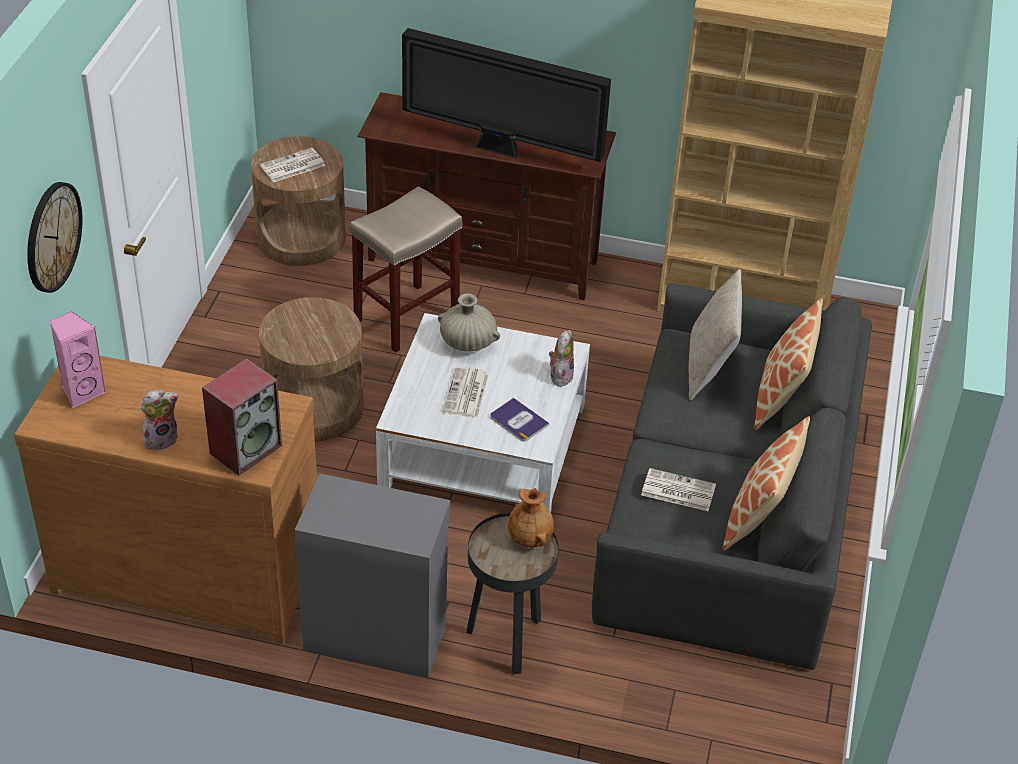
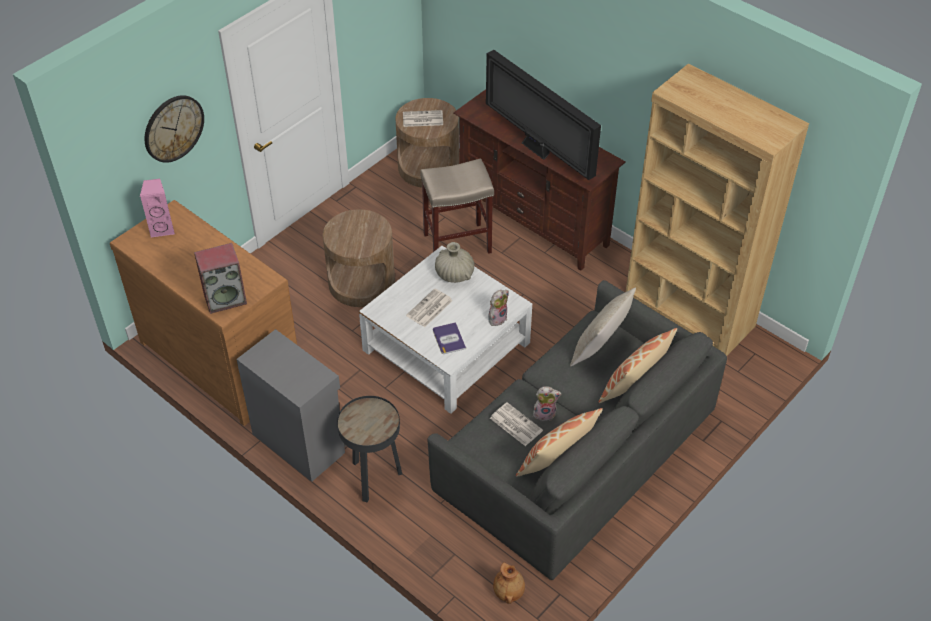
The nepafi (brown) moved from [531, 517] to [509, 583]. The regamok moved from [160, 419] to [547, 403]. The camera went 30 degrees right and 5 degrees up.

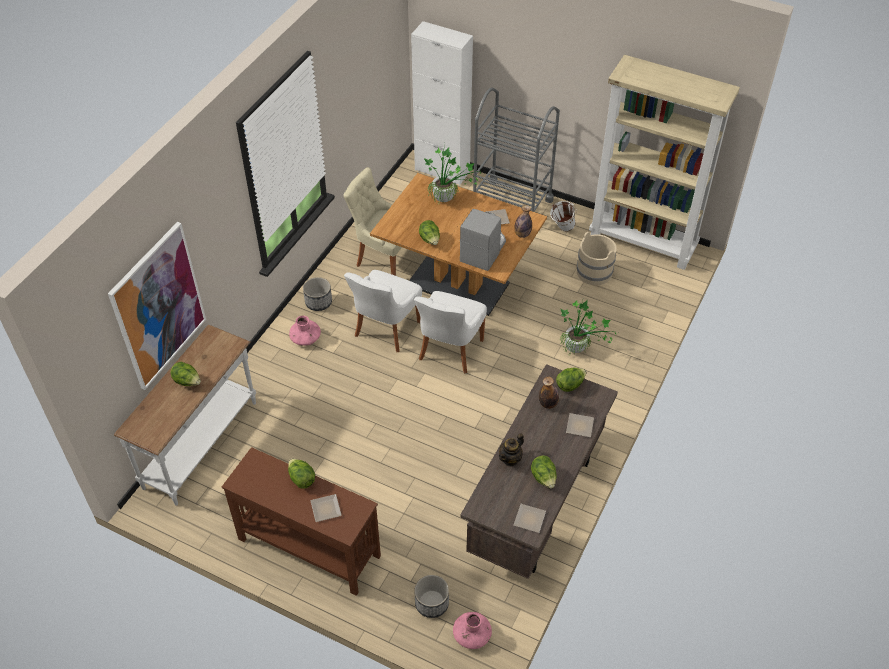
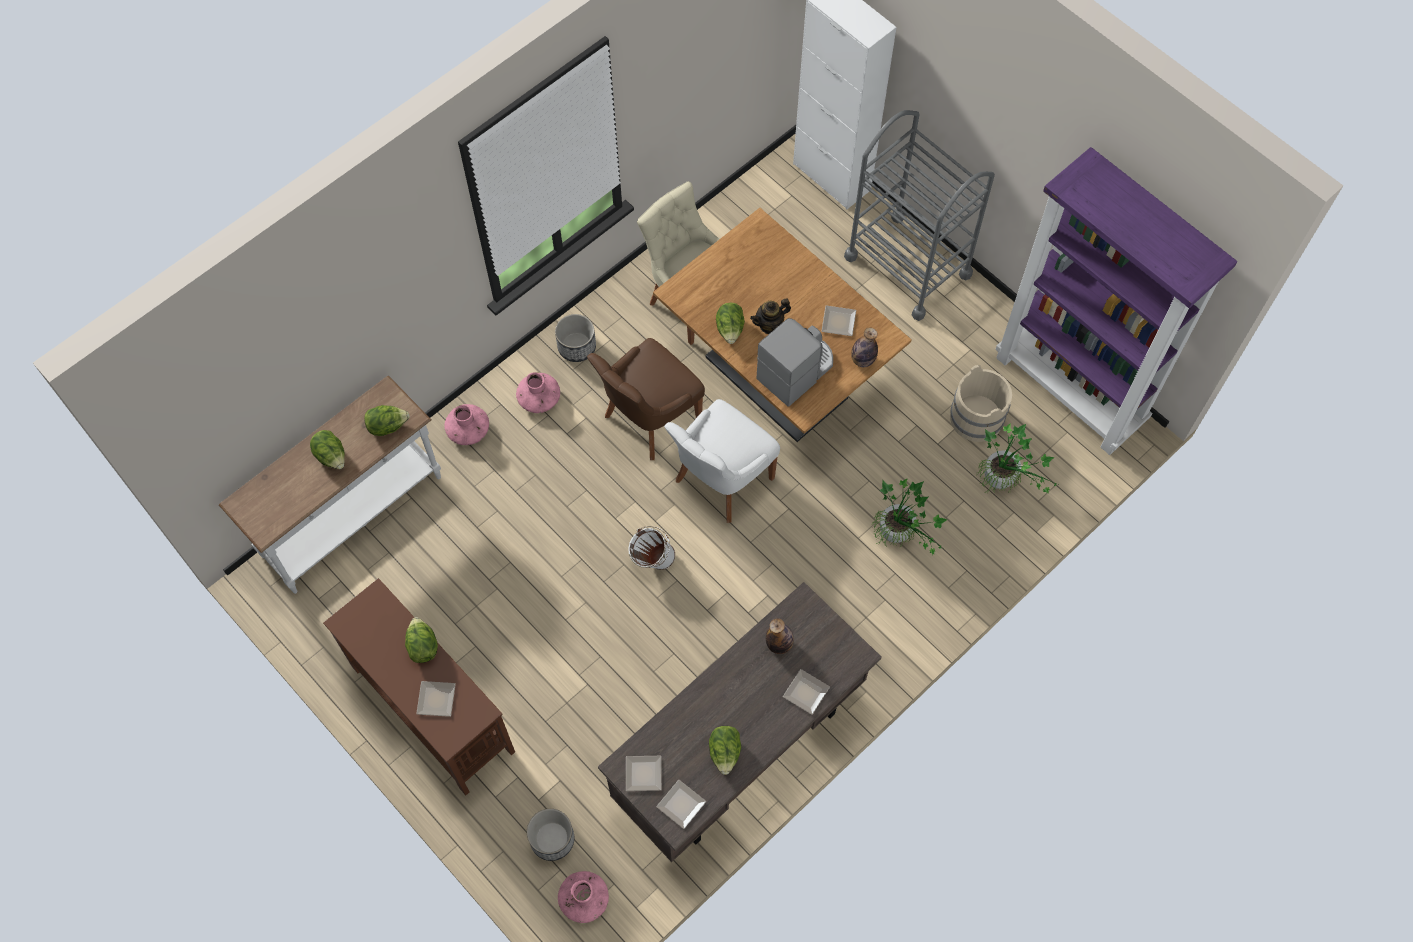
The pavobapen moved from [571, 380] to [387, 420]. The nepafi (pink) at [466, 424] appeared. The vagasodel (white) at [383, 311] became the vagasodel (brown) at [646, 399]. The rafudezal at [644, 773] appeared. The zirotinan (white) moved from [563, 216] to [652, 548]. The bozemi moved from [511, 450] to [770, 316]. The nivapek moved from [452, 174] to [1017, 458]. The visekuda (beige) at [664, 162] became the visekuda (purple) at [1116, 301]. The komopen at [157, 306] disappeared. The camera went 20 degrees right and 15 degrees up.

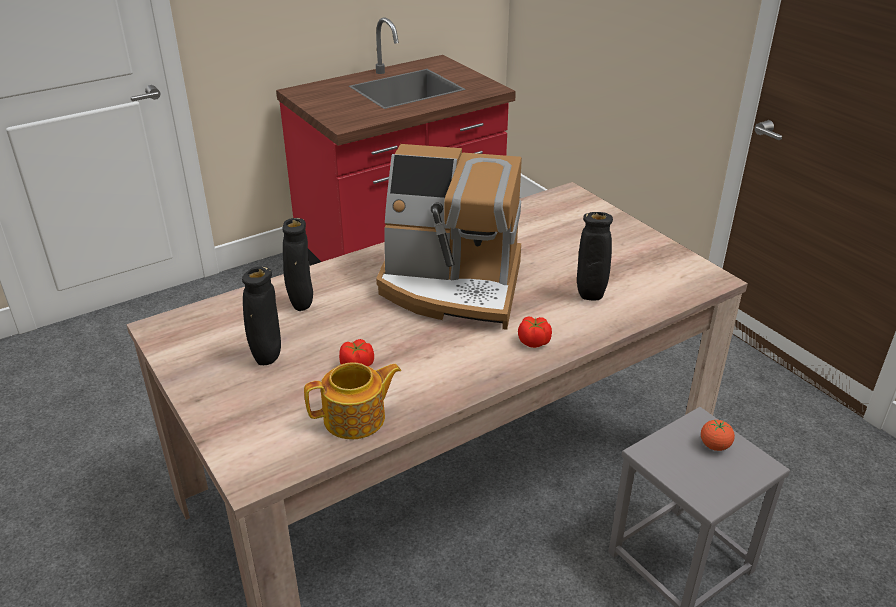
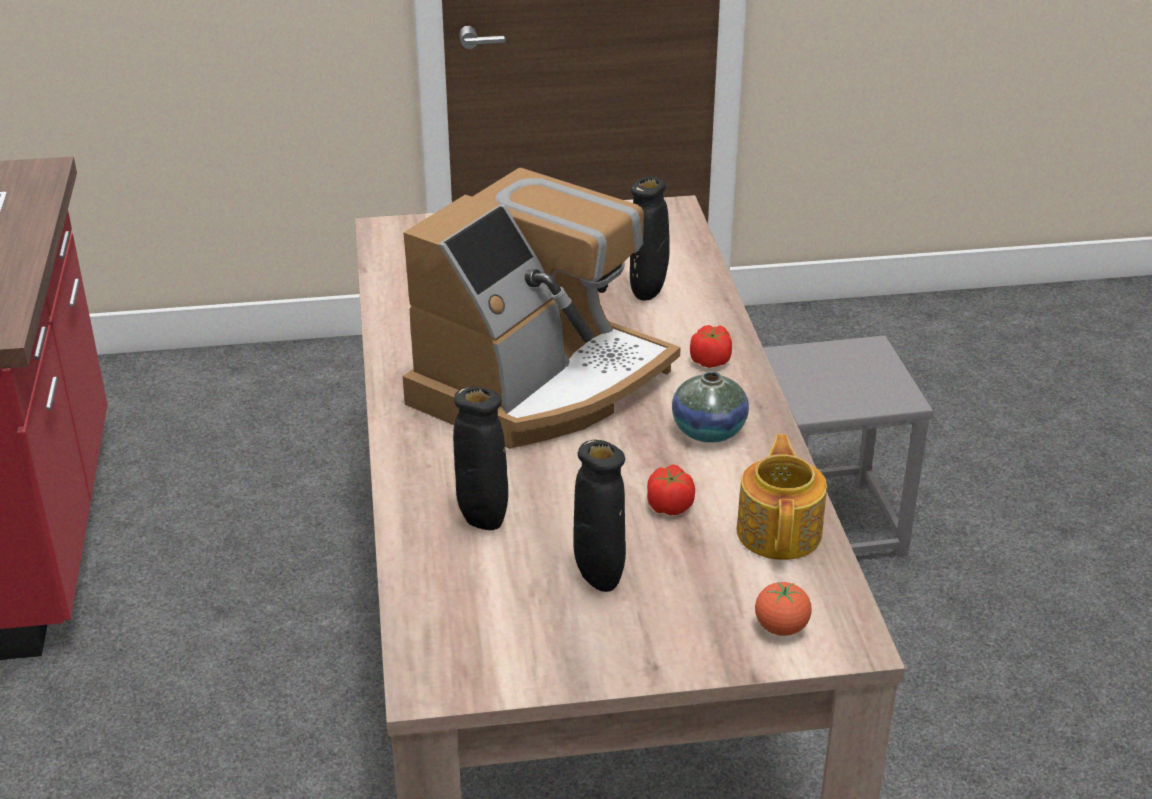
The nepafi at [710, 407] appeared. The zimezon moved from [718, 435] to [783, 609]. The camera went 65 degrees left and 0 degrees up.

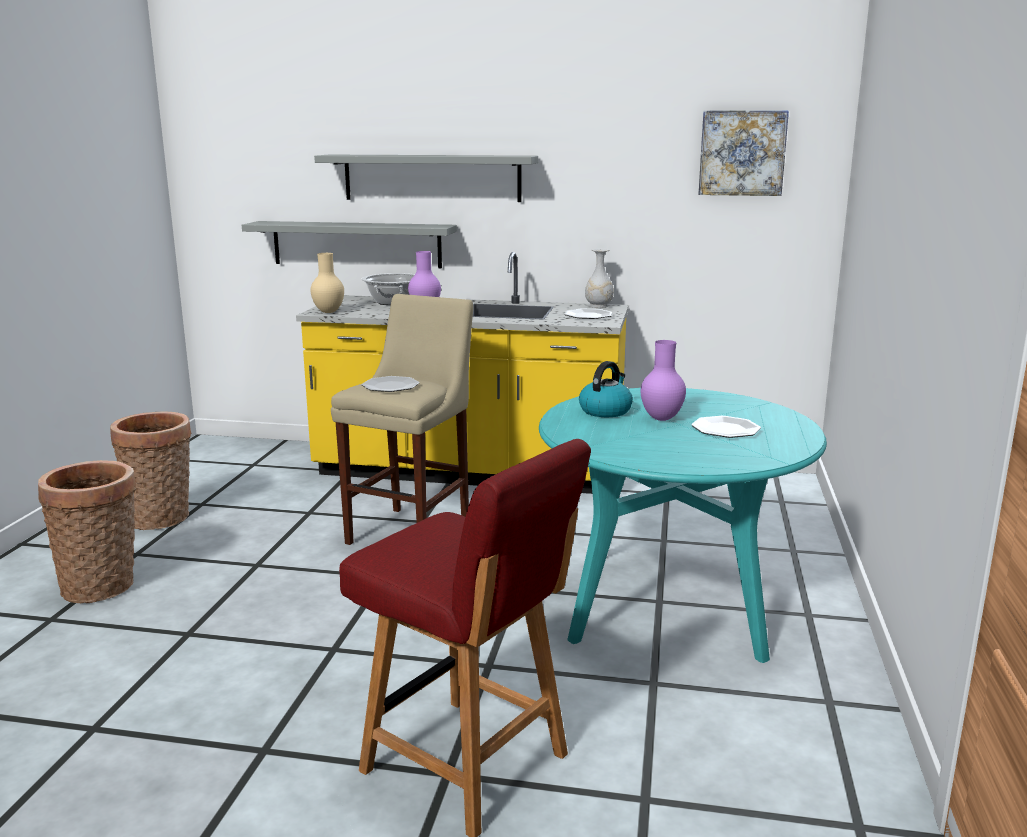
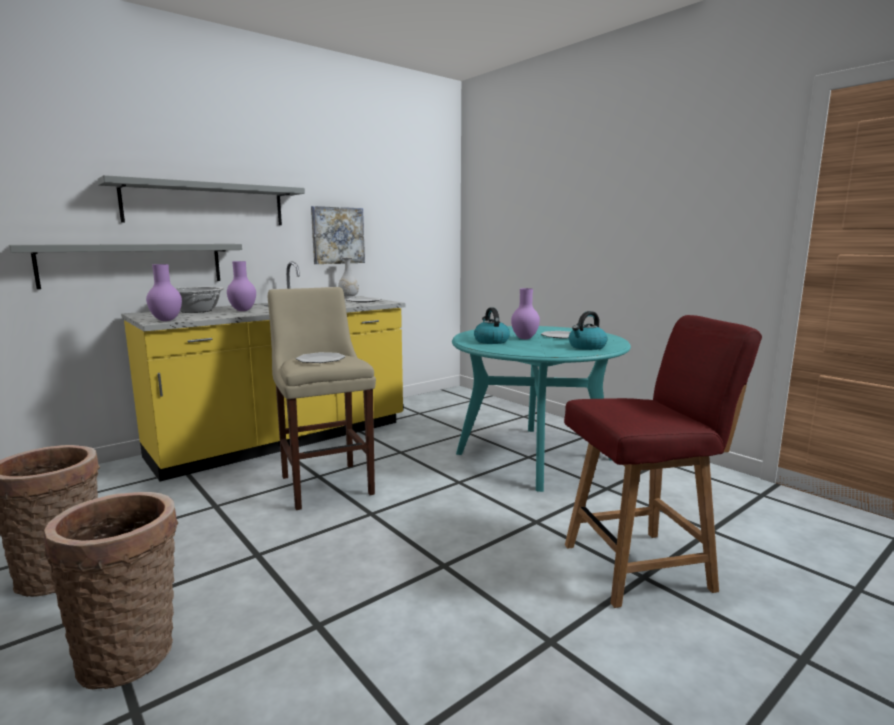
The nepafi (beige) at [327, 283] became the nepafi (purple) at [164, 292]. The komopen moved from [744, 153] to [338, 235]. The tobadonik at [588, 330] appeared. The camera went 50 degrees left and 5 degrees down.

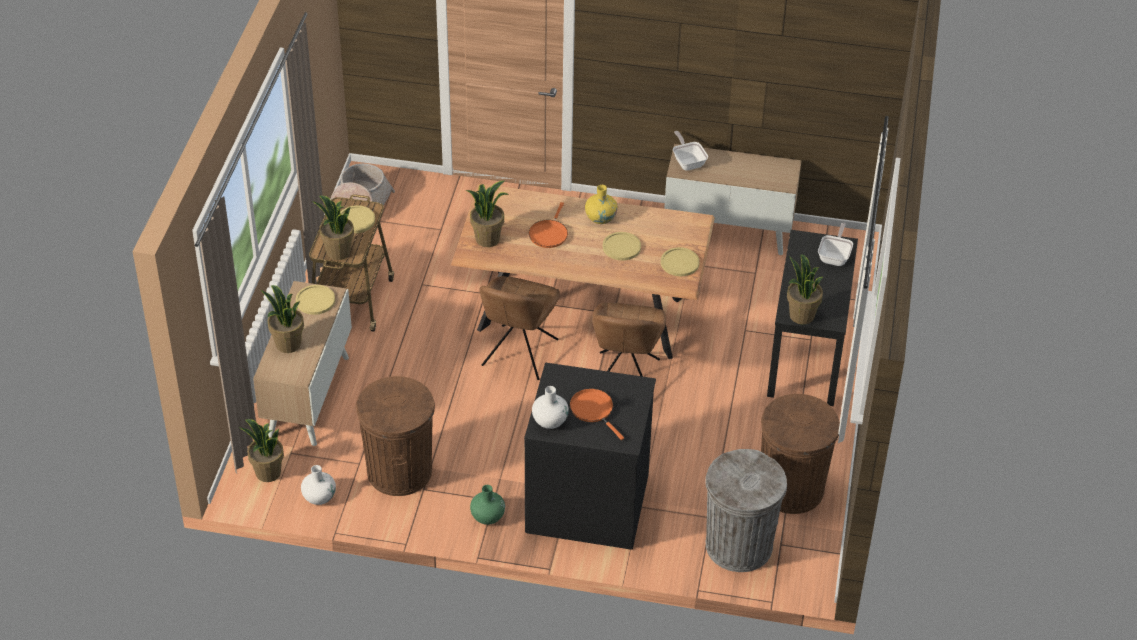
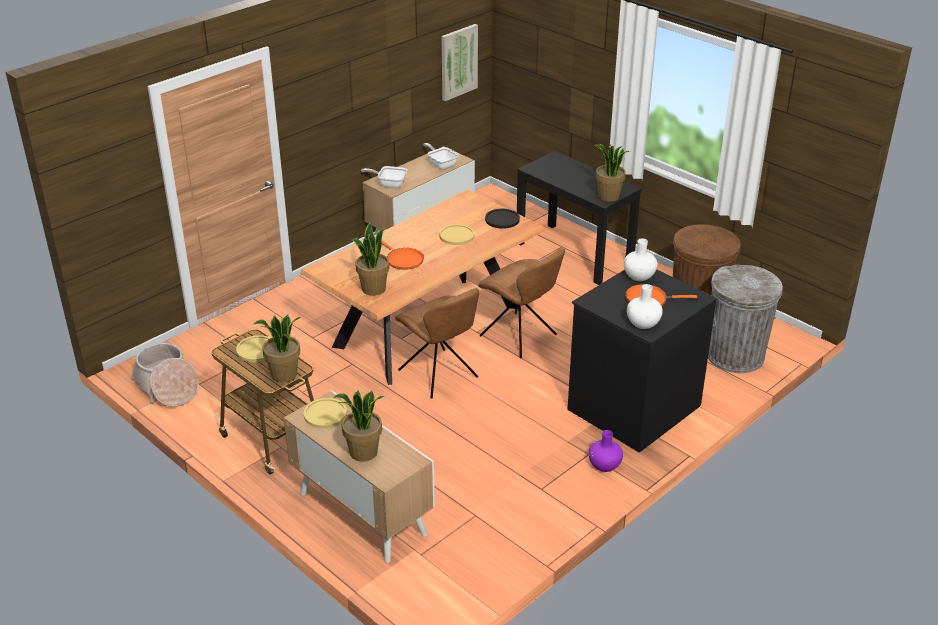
The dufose moved from [835, 244] to [441, 156]. The komopen at [459, 62] appeared. The rafudezal (yellow) at [680, 261] became the rafudezal (black) at [502, 219]. The nepafi (green) at [487, 505] became the nepafi (purple) at [605, 451]. The nepafi (white) moved from [318, 485] to [640, 259]. The nivapek at [261, 450] disappeared. The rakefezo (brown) at [395, 436] disappeared. The nepafi (yellow) at [601, 204] disappeared. The camera went 55 degrees left and 10 degrees down.

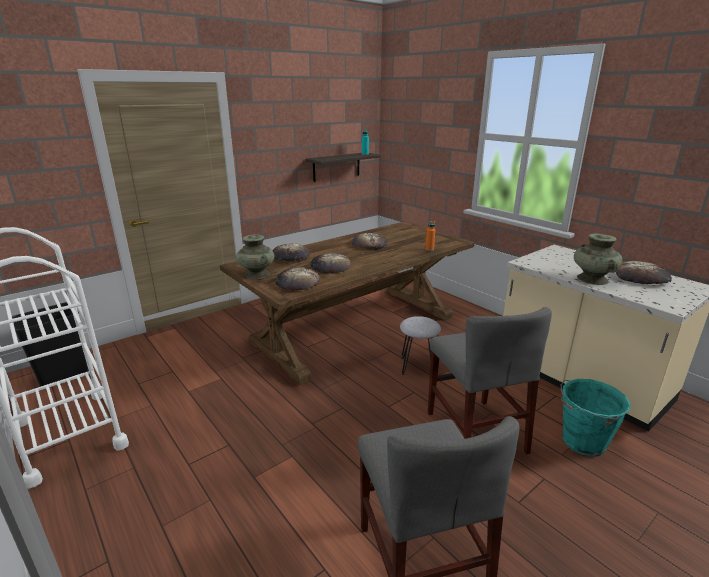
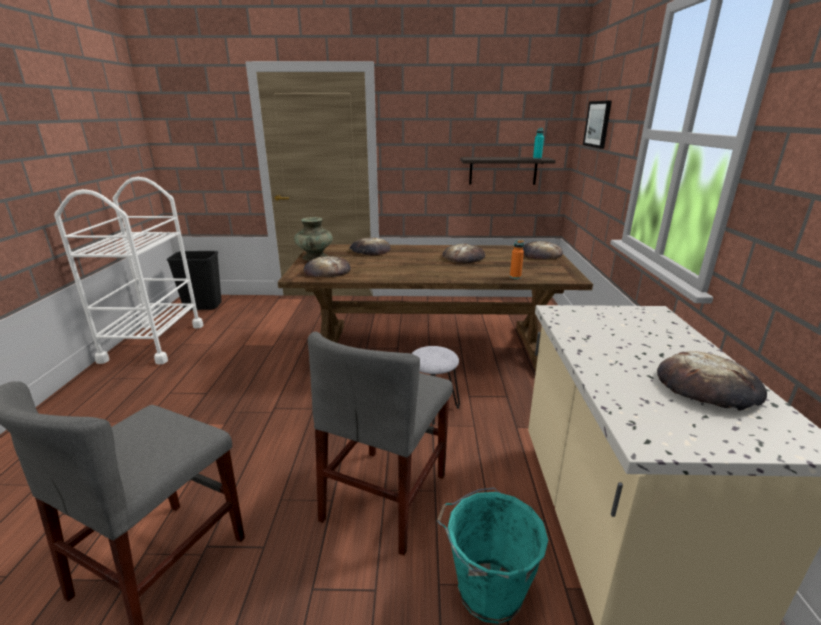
The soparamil moved from [330, 263] to [542, 250]. The komopen at [597, 124] appeared. The nepafi (turquoise) at [598, 259] disappeared. The camera went 40 degrees right and 0 degrees up.

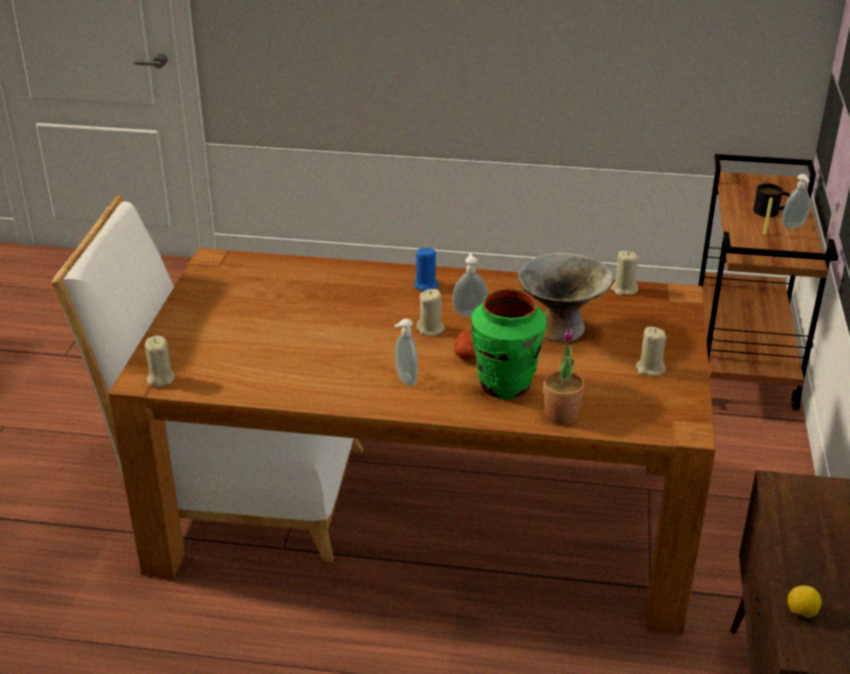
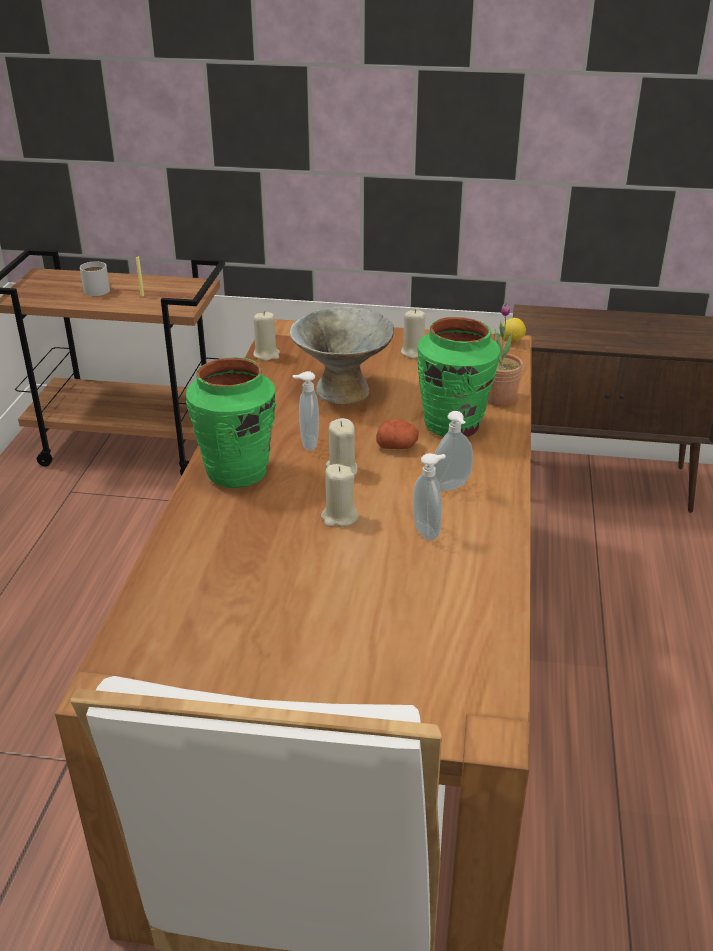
The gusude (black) at [771, 200] became the gusude (white) at [95, 278]. The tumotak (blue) at [426, 269] was replaced by the nepafi (green) at [231, 422]. The tumotak (beige) moved from [160, 361] to [340, 495]. The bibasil moved from [796, 201] to [429, 497]. The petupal moved from [804, 601] to [514, 330]. The camera went 90 degrees left and 0 degrees up.

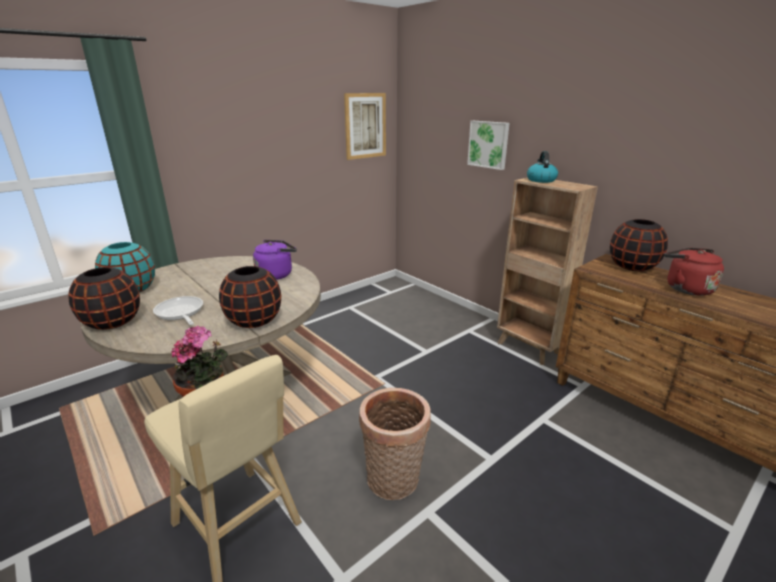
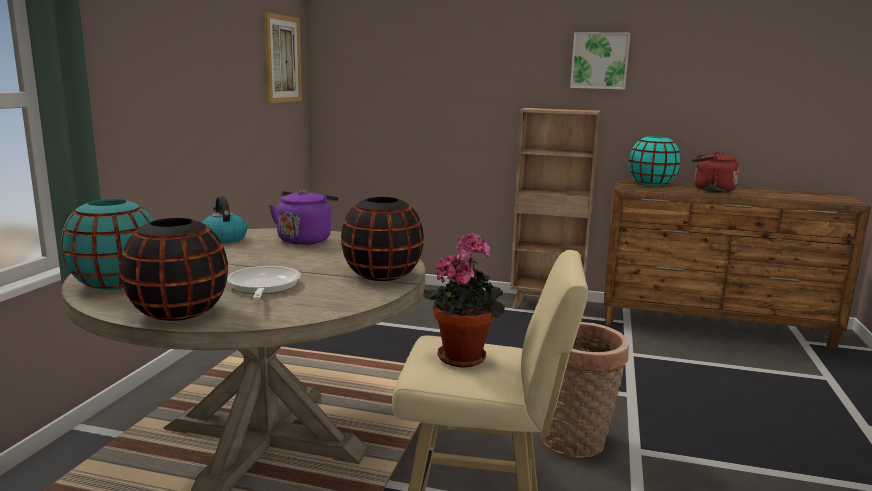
The tobadonik moved from [542, 167] to [224, 219]. The dufose at [178, 310] turned 60 degrees clockwise. The komopen moved from [488, 145] to [600, 61]. The nepafi (black) at [639, 245] became the nepafi (turquoise) at [655, 161]. The camera went 35 degrees left and 10 degrees down.

